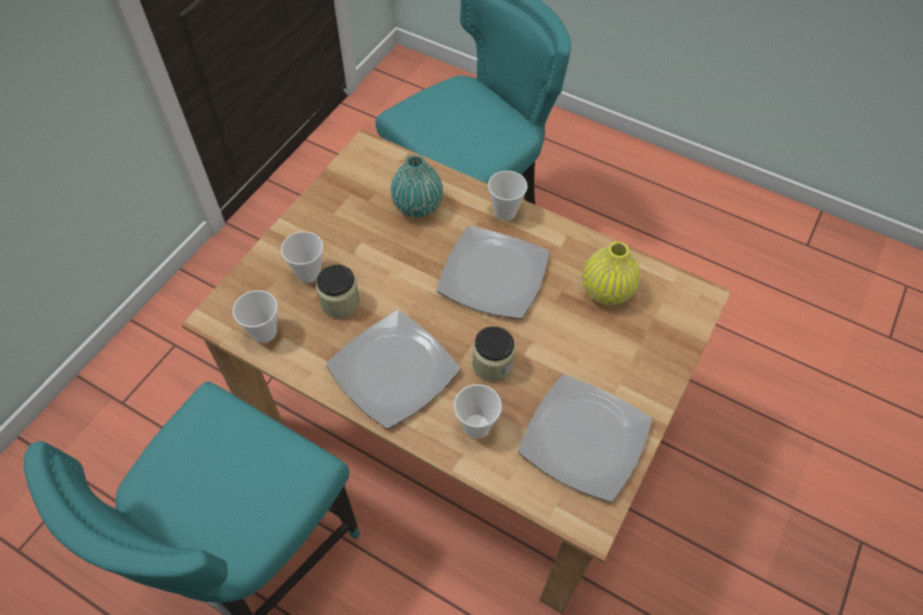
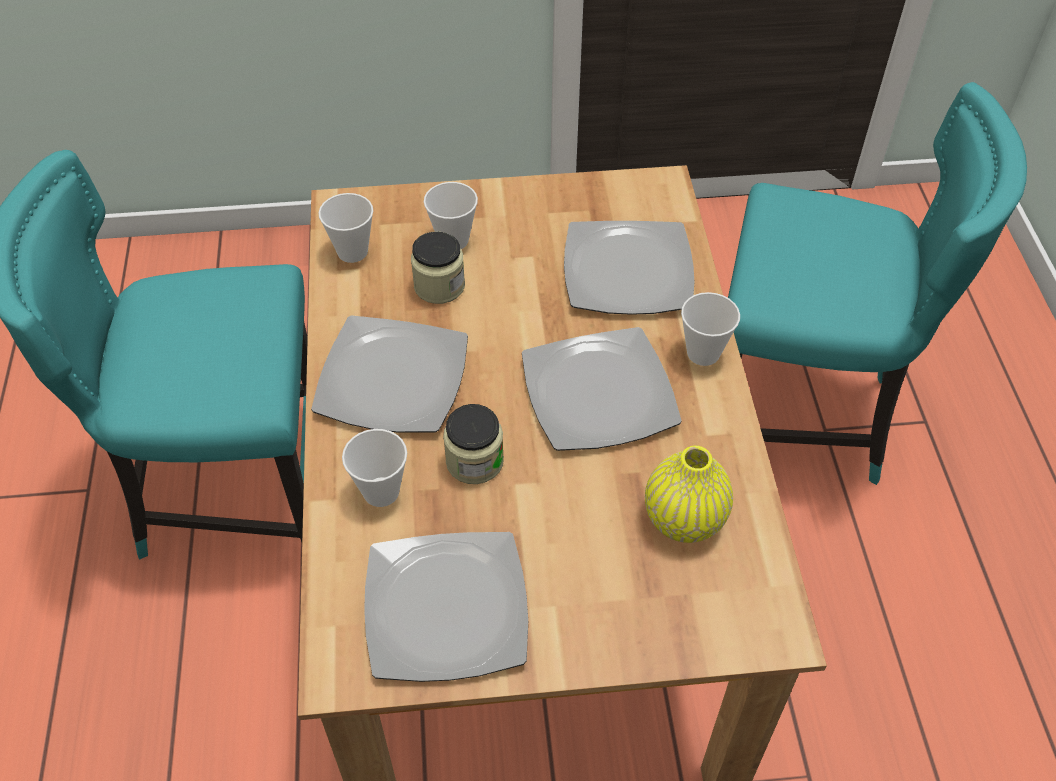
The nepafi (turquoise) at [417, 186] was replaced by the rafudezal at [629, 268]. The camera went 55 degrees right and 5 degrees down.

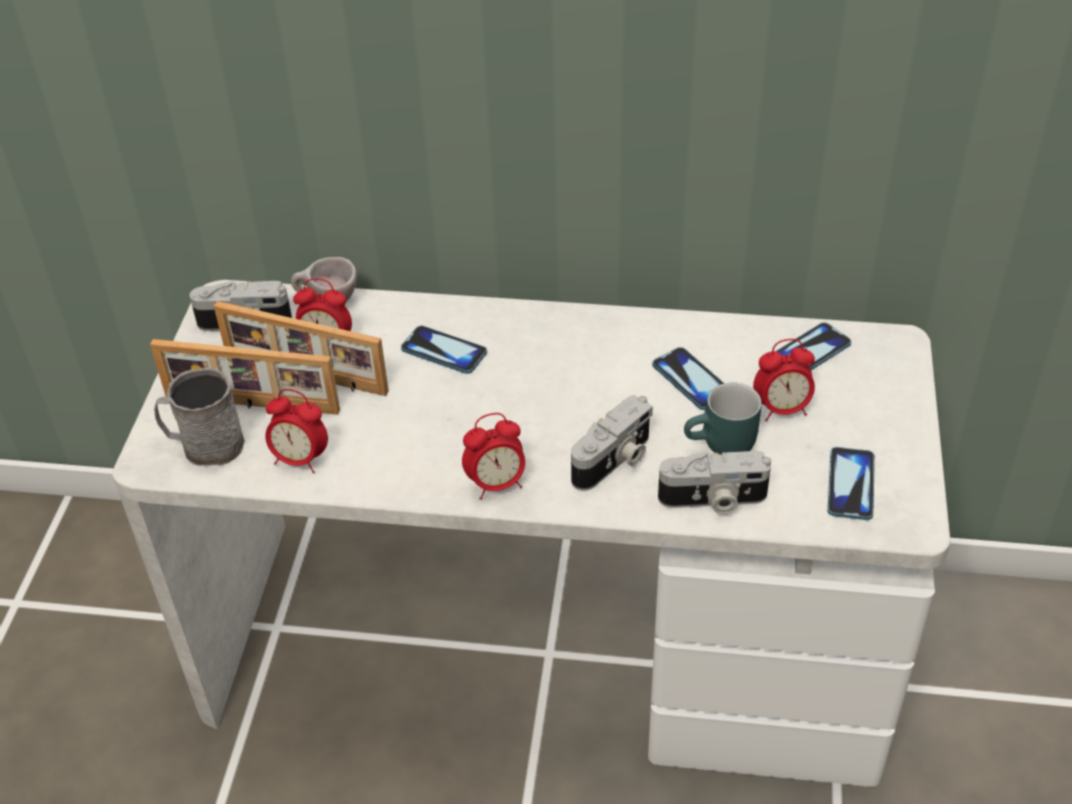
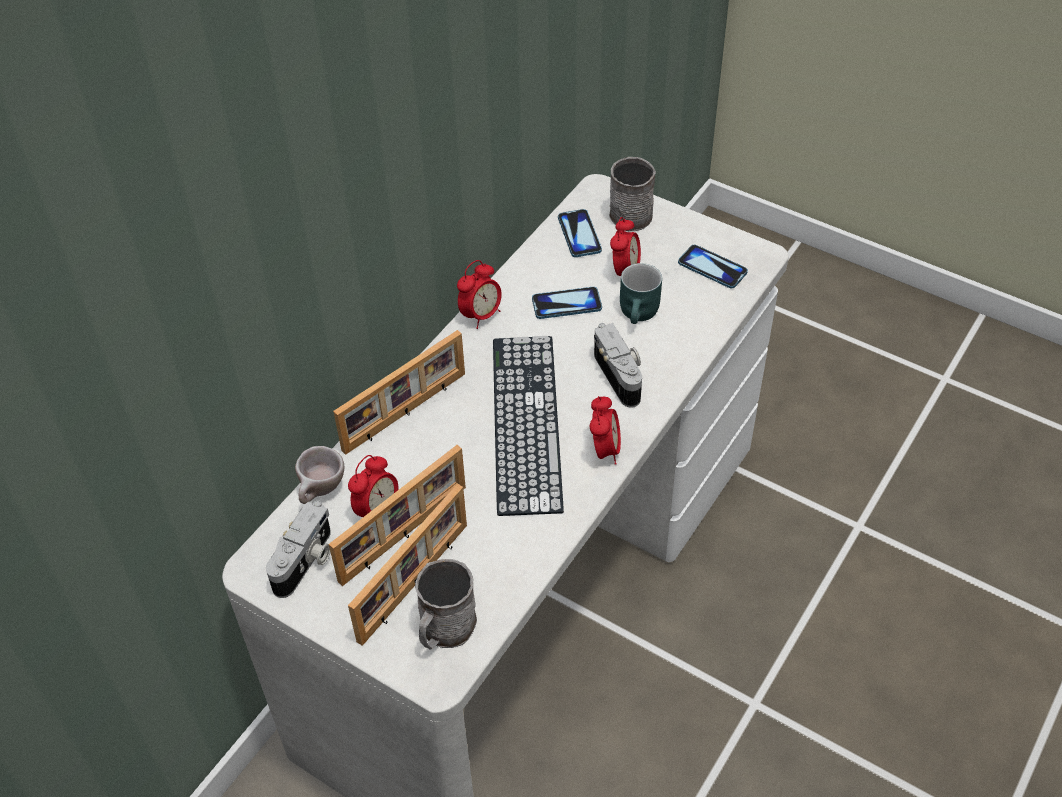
The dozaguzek at [399, 392] appeared. The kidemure moved from [296, 431] to [479, 294]. The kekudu at [528, 426] appeared. The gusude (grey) at [632, 194] appeared. The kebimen at [444, 350] disappeared. The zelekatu at [714, 482] disappeared. The camera went 65 degrees left and 5 degrees up.

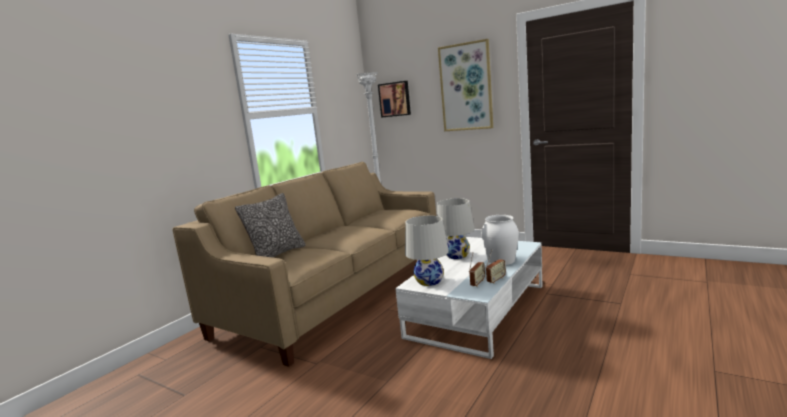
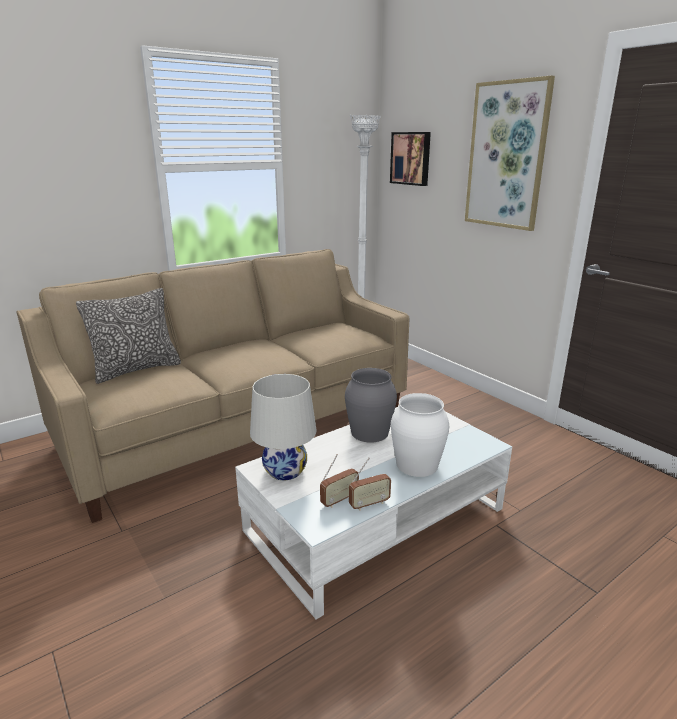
The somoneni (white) at [456, 228] was replaced by the nepafi (grey) at [371, 405]. The camera went 20 degrees right and 10 degrees up.

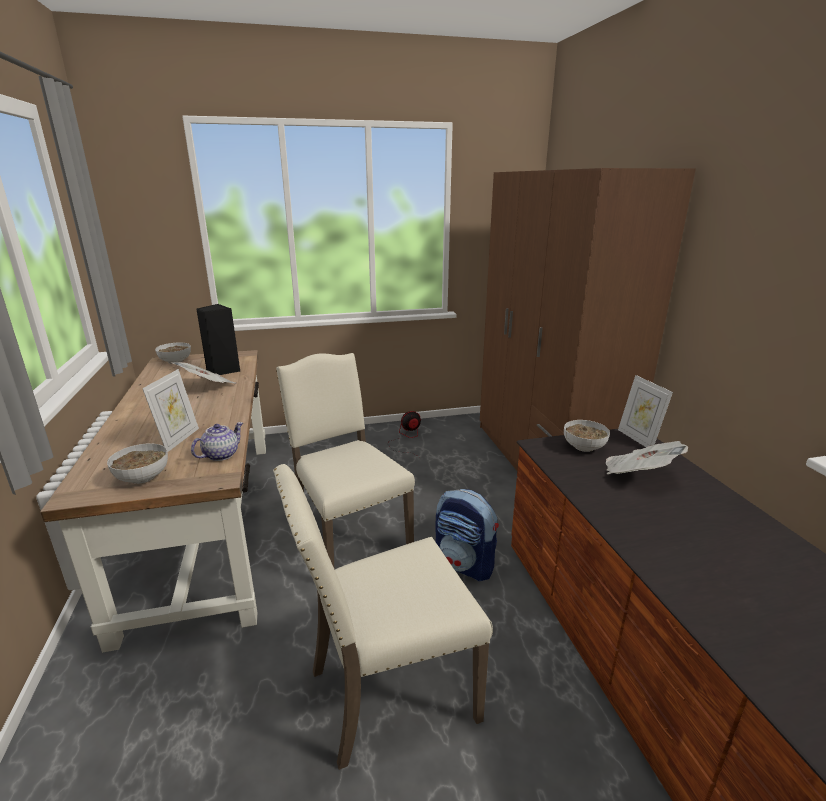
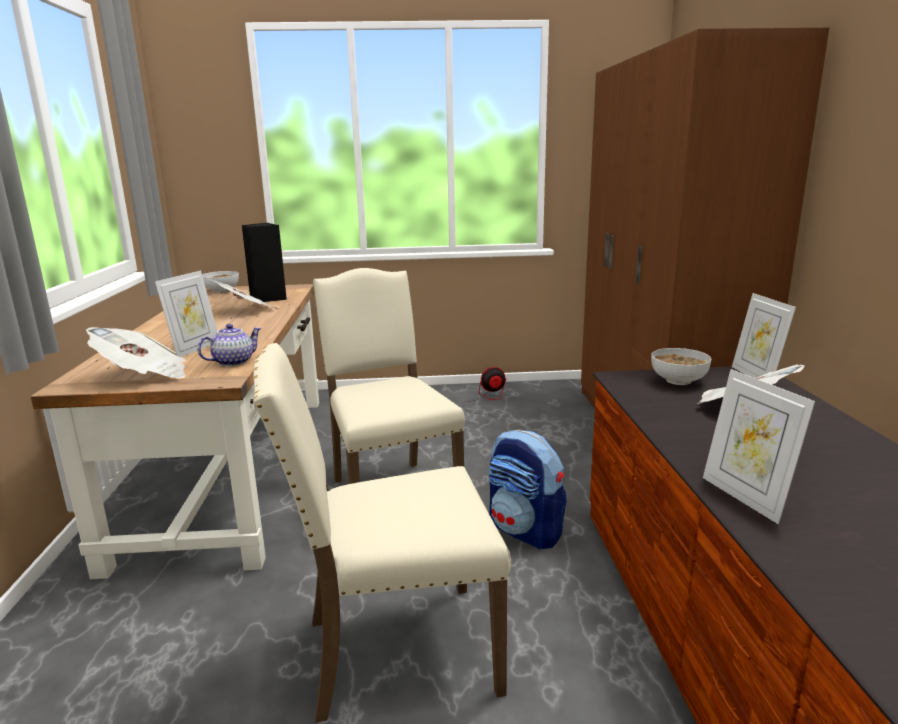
The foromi at [137, 463] was replaced by the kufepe at [136, 353]. The dozaguzek at [759, 446] appeared. The camera went 10 degrees right and 5 degrees down.

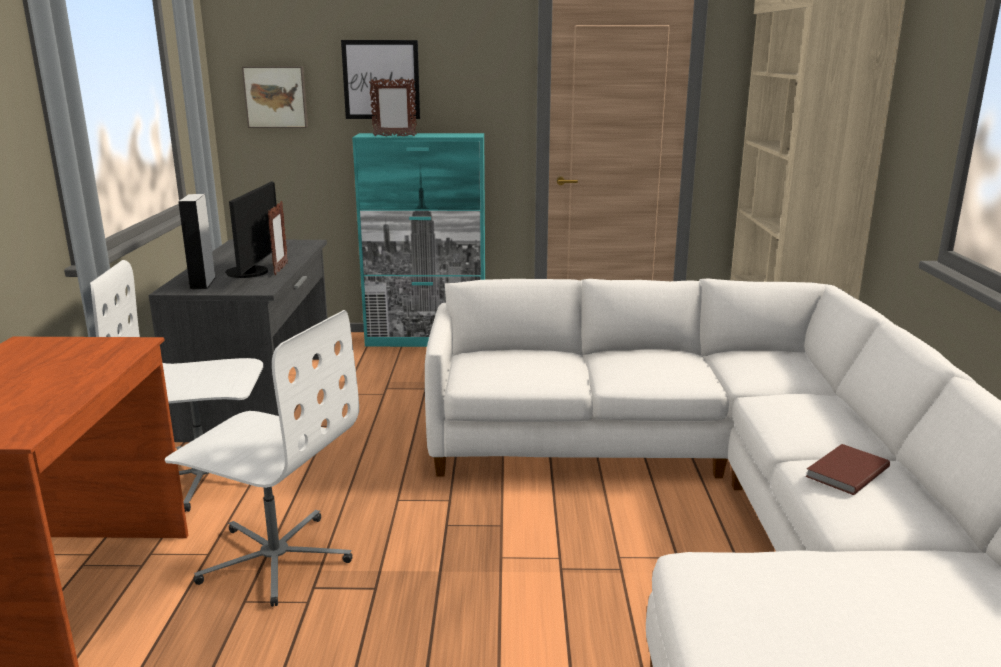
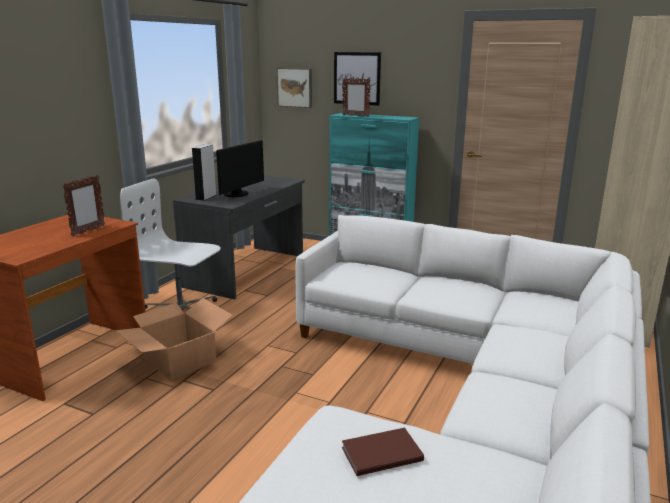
The dozaguzek moved from [278, 238] to [83, 206]. The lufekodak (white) at [262, 458] was replaced by the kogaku at [174, 339]. The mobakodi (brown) moved from [847, 469] to [383, 452]. The camera went 25 degrees right and 0 degrees up.

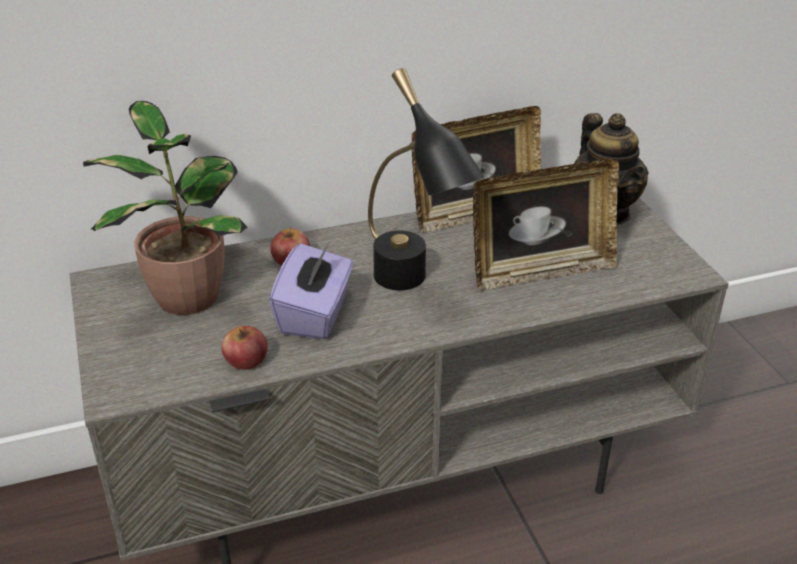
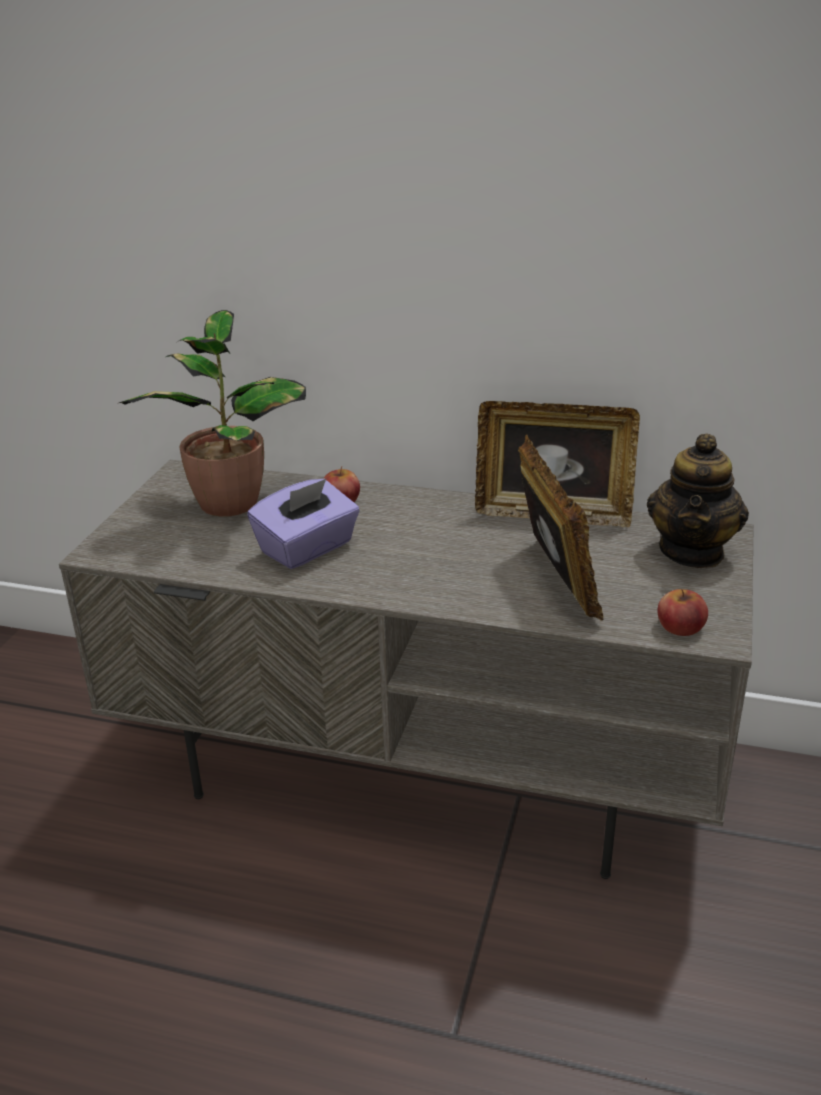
The dozaguzek at [546, 224] turned 120 degrees counterclockwise. The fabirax moved from [244, 347] to [682, 612]. The somoneni (black) at [426, 179] disappeared. The camera went 35 degrees right and 5 degrees down.

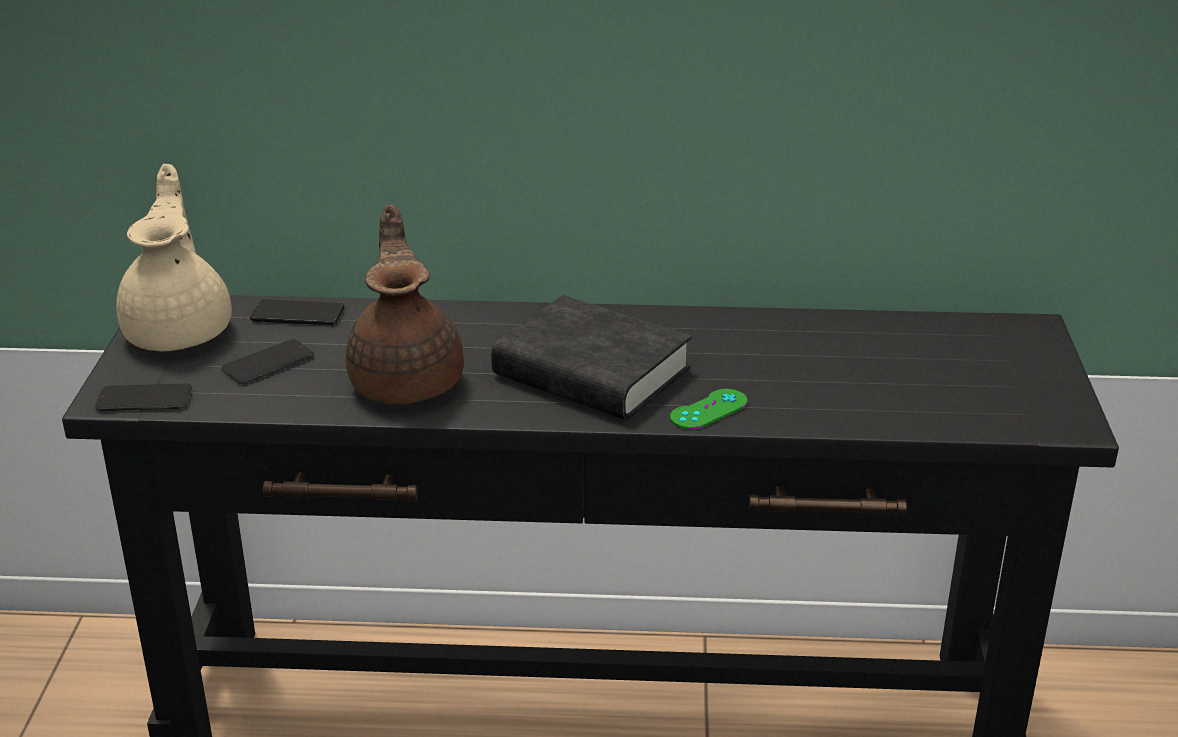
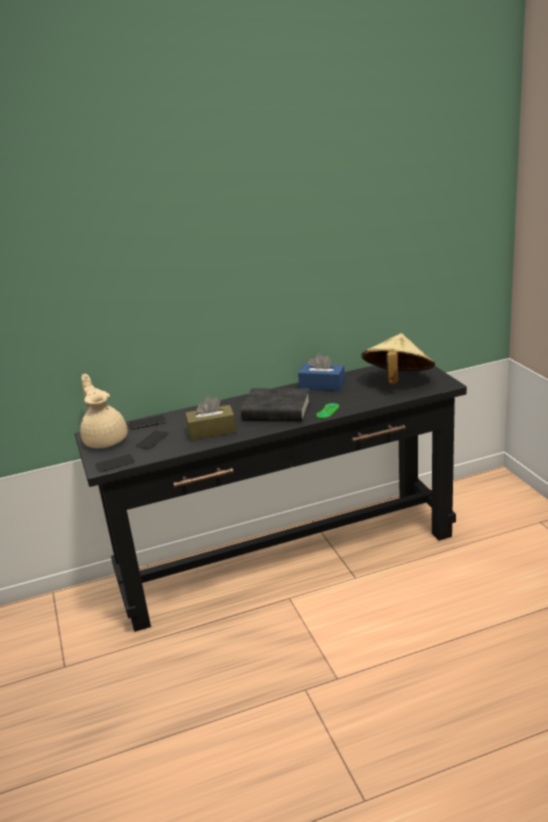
The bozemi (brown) at [405, 304] was replaced by the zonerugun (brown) at [210, 418]. The zonerugun (blue) at [321, 372] appeared. The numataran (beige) at [398, 358] appeared. The camera went 20 degrees left and 5 degrees down.

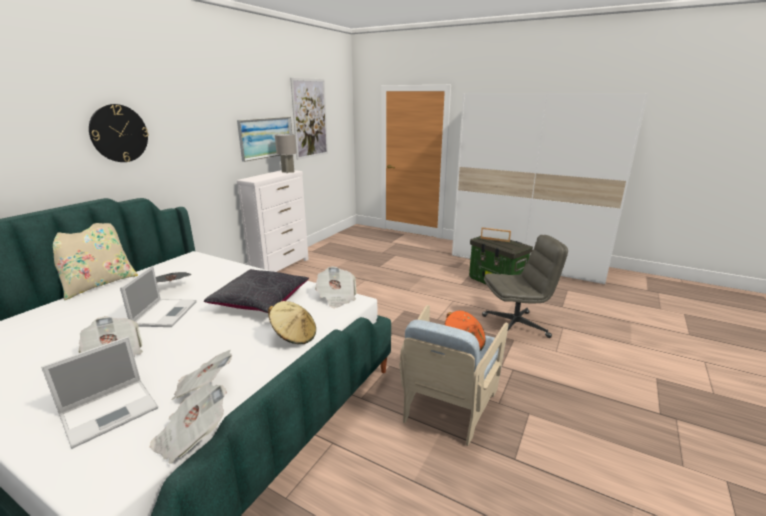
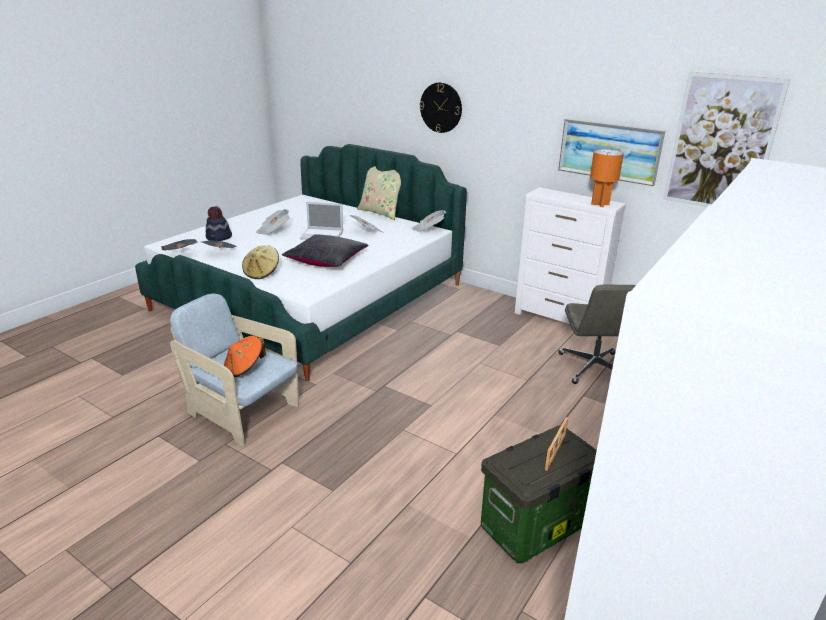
The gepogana at [99, 393] was replaced by the numataran at [219, 223]. The kufepe moved from [335, 287] to [429, 221]. The lufekodak (grey) moved from [525, 286] to [597, 334]. The somoneni (grey) at [286, 153] became the somoneni (orange) at [607, 178]. The camera went 95 degrees right and 5 degrees up.

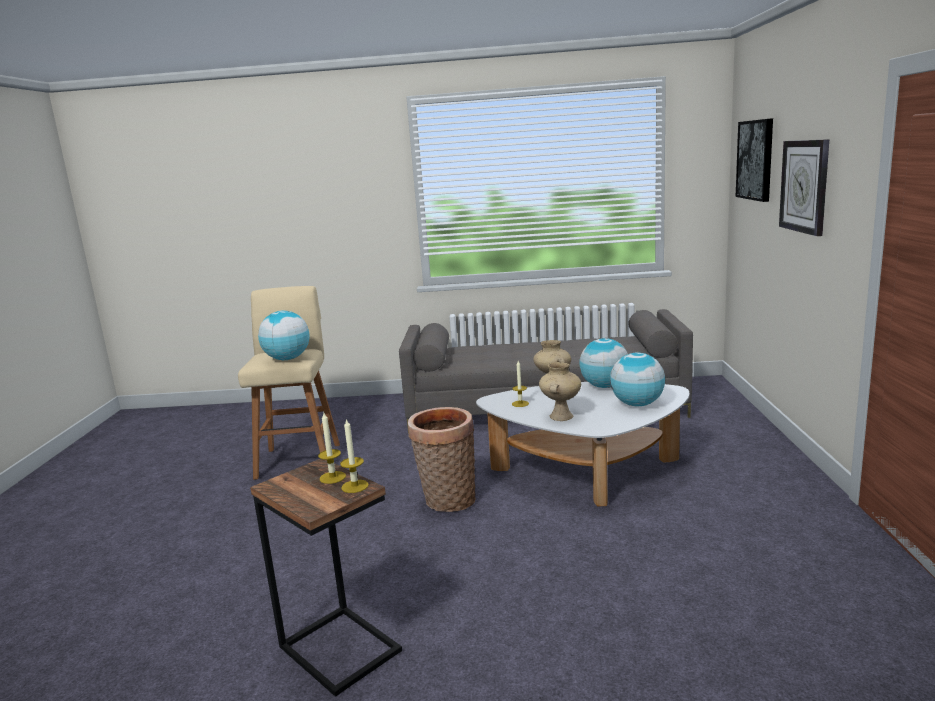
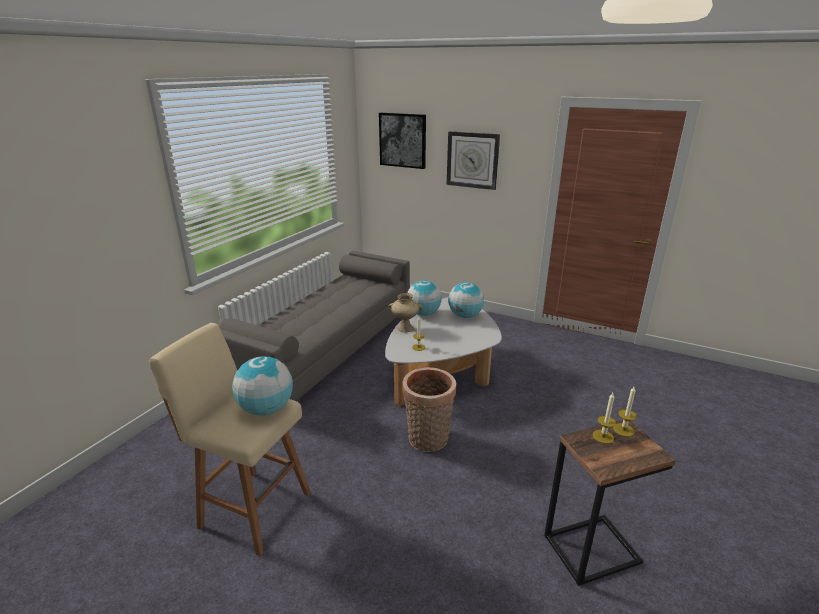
The nepafi (beige) at [560, 391] disappeared. The camera went 65 degrees left and 10 degrees up.

